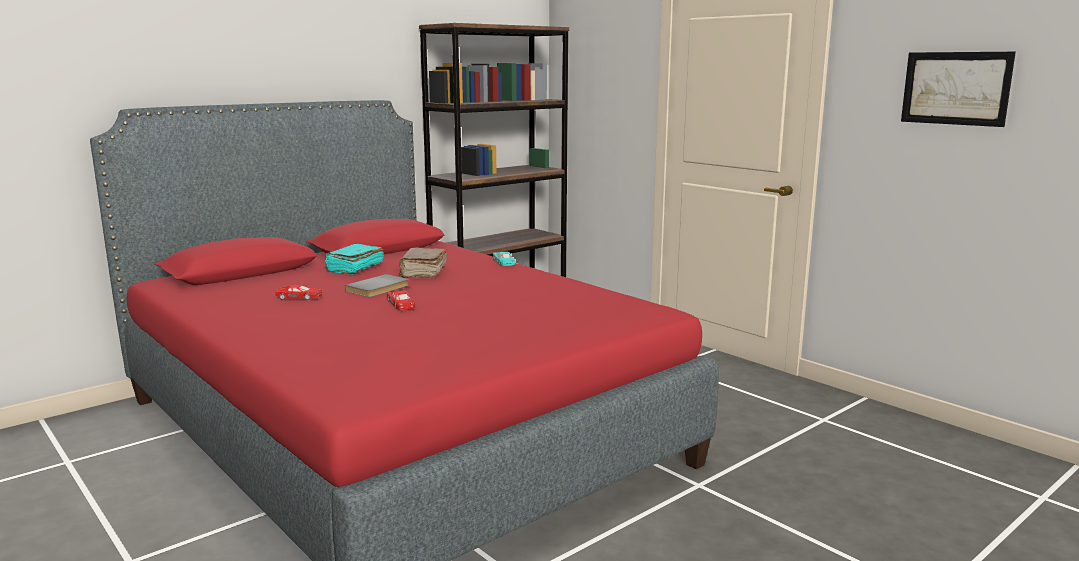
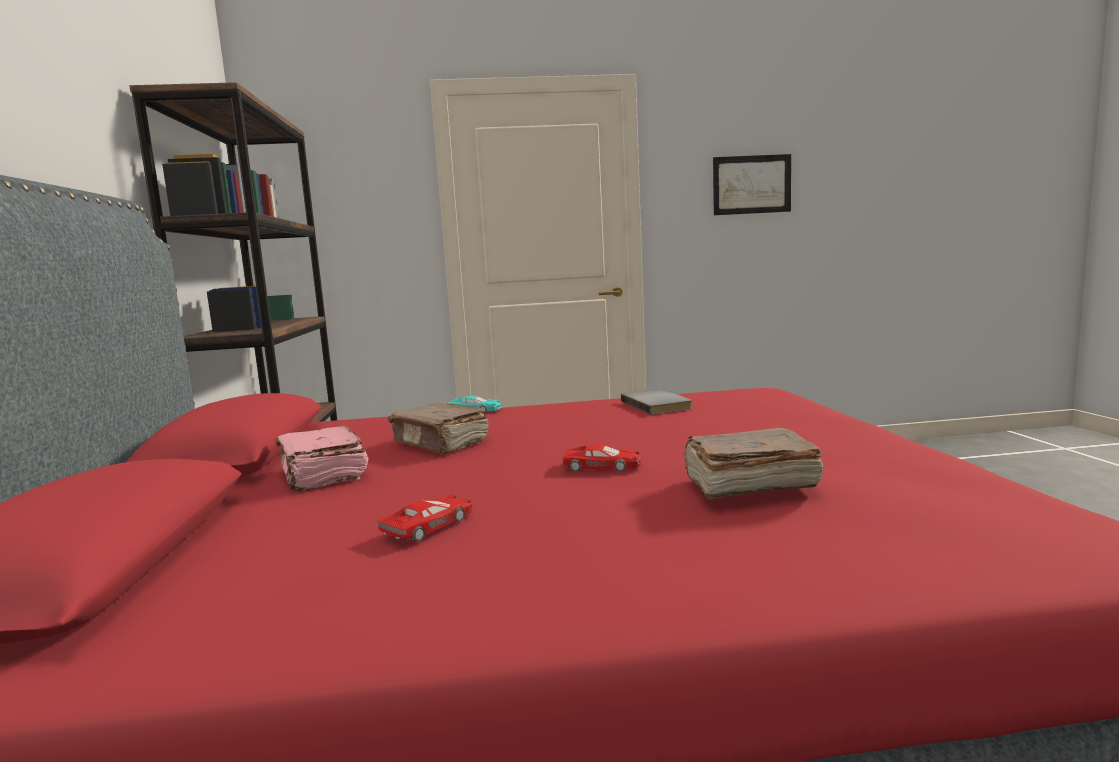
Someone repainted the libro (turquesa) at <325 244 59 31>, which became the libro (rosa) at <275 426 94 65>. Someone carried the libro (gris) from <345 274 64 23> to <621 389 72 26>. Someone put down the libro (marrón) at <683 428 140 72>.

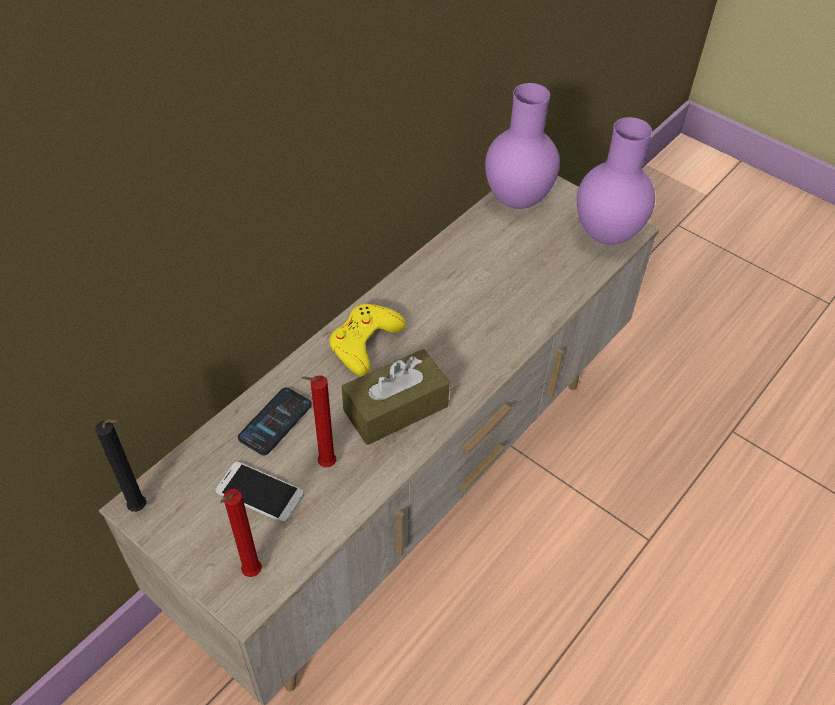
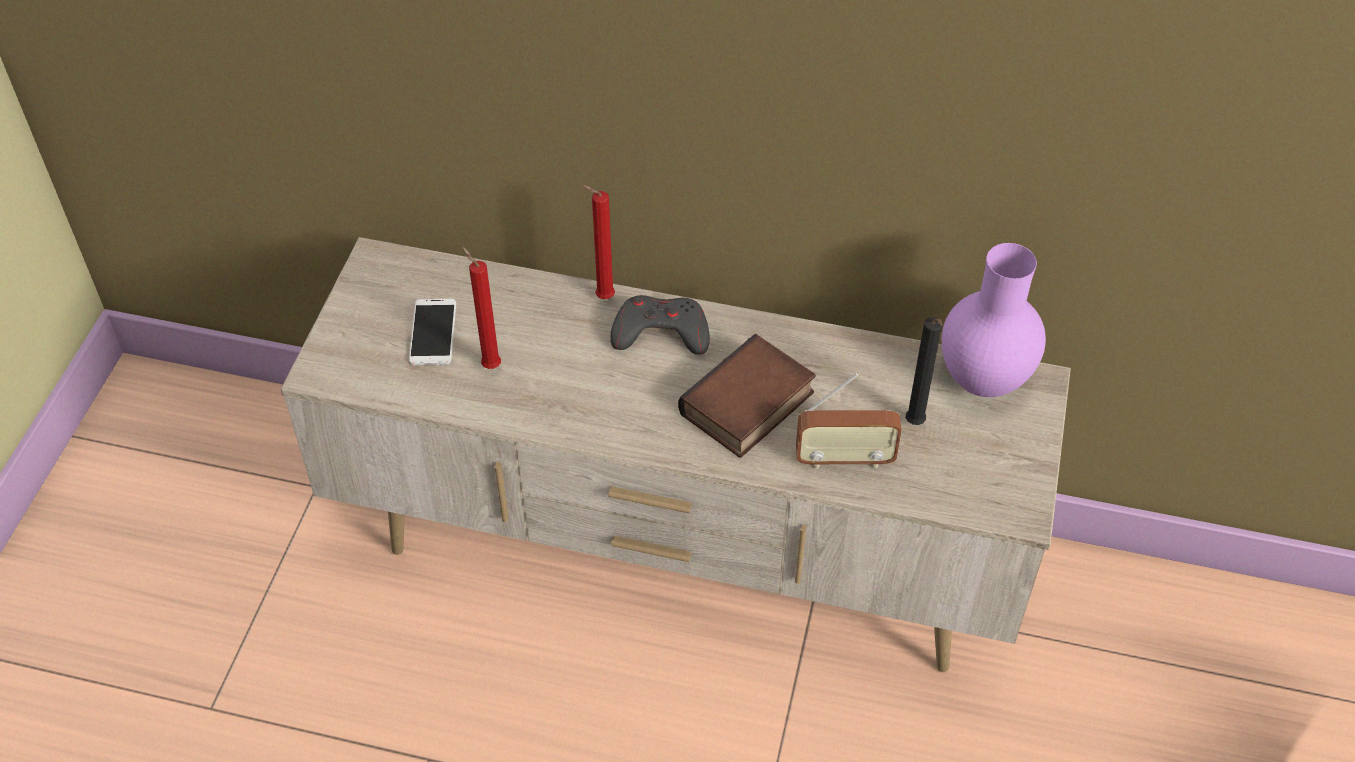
Someone took away the florero (morado) at <577 117 78 128>. Someone repainted the mando de consola (amarillo) at <329 304 77 72>, which became the mando de consola (gris) at <610 295 100 60>. Someone took away the caja de pañuelos (marrón) at <342 349 108 96>. Someone took away the móvil at <238 387 74 68>. Someone carried the vela (negro) from <95 419 52 93> to <906 317 36 108>. Someone carried the vela (rojo) from <220 488 42 89> to <582 185 33 114>. Someone put down the libro at <678 334 138 124>. Someone put down the radio at <796 373 106 97>.

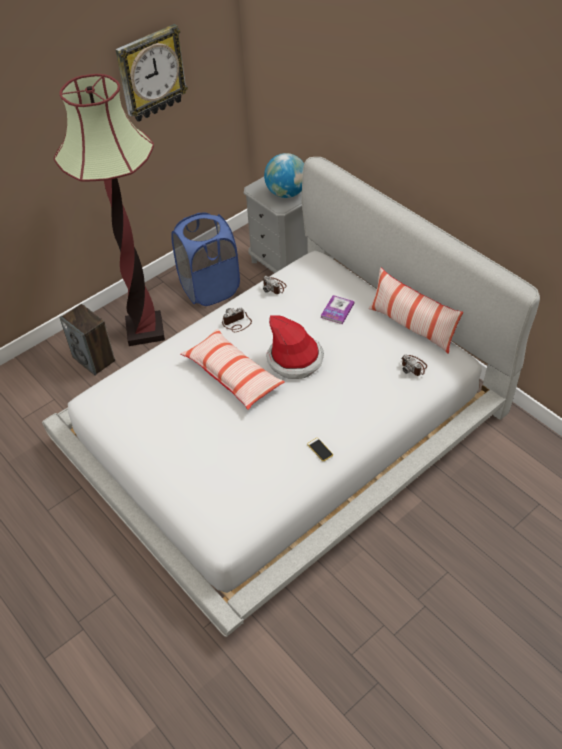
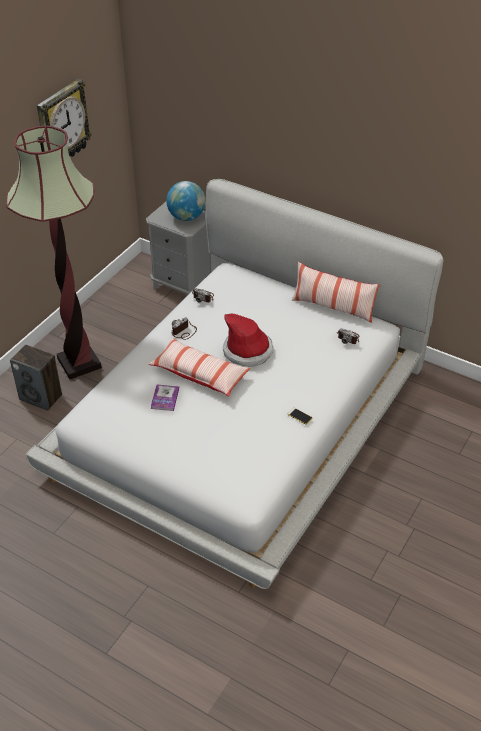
Someone took away the cesto de la ropa (azul) at <171 213 69 93>. Someone carried the libro from <321 295 33 29> to <150 384 29 27>.

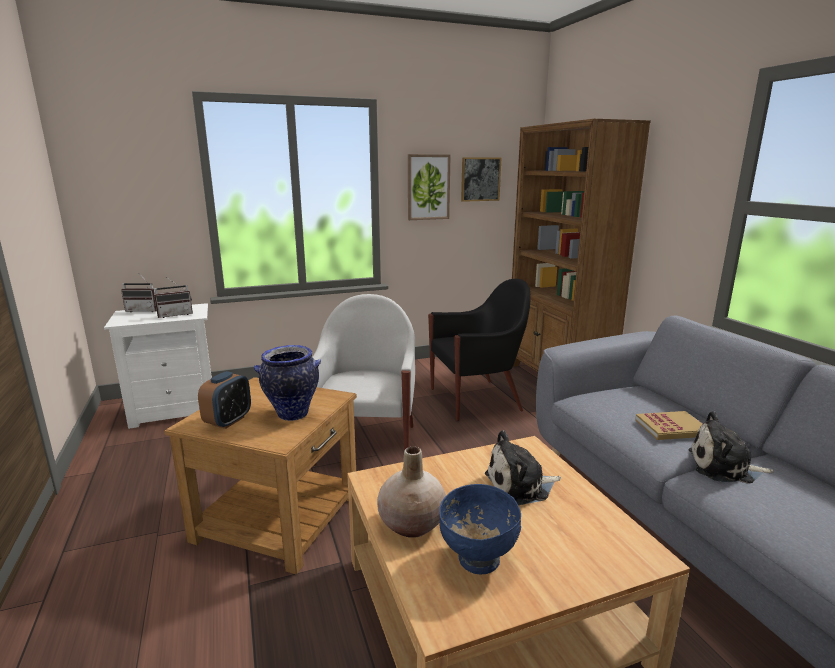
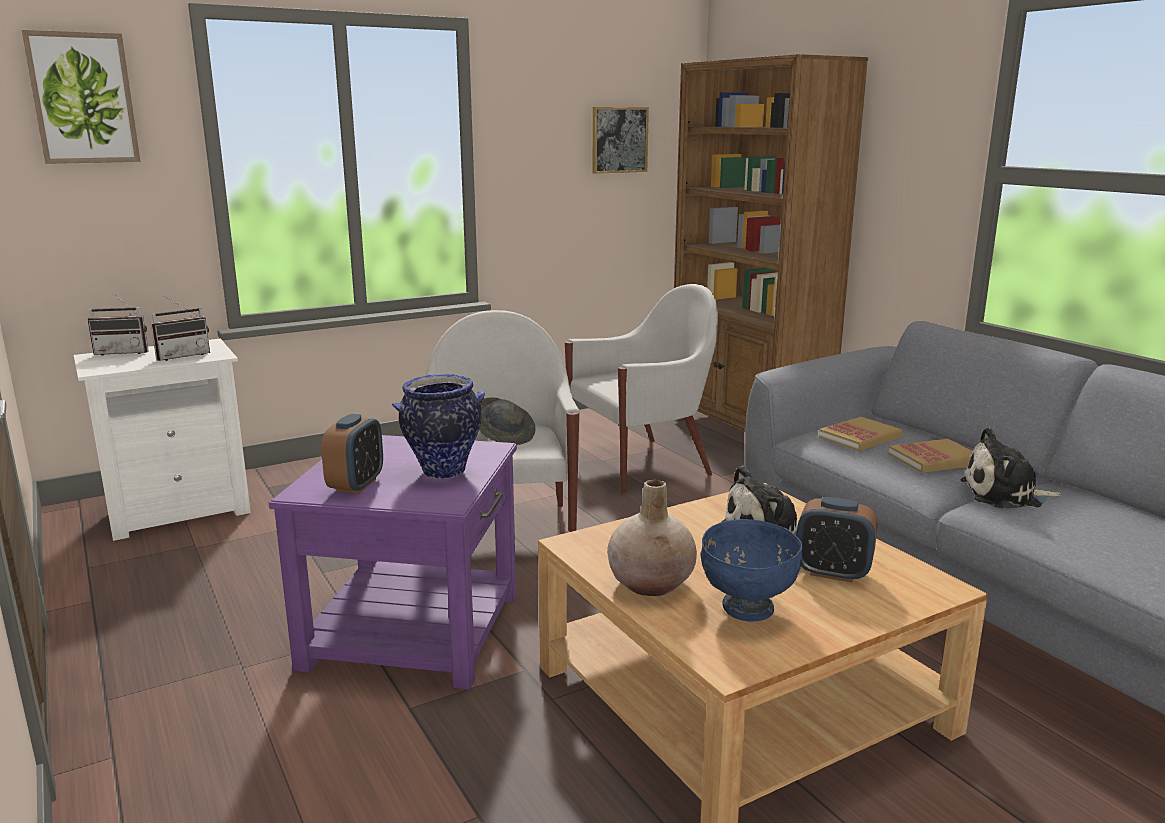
Someone carried the cuadro from <408 154 43 66> to <22 30 119 134>. Someone repainted the sillón (negro) at <428 279 103 142>, which became the sillón (blanco) at <565 284 153 210>. Someone repainted the mesa auxiliar (marrón) at <164 377 193 198>, which became the mesa auxiliar (morado) at <269 435 248 255>. Someone put down the sombrero (gris) at <479 397 56 48>. Someone put down the libro at <819 417 83 34>. Someone put down the despertador at <797 497 81 86>.

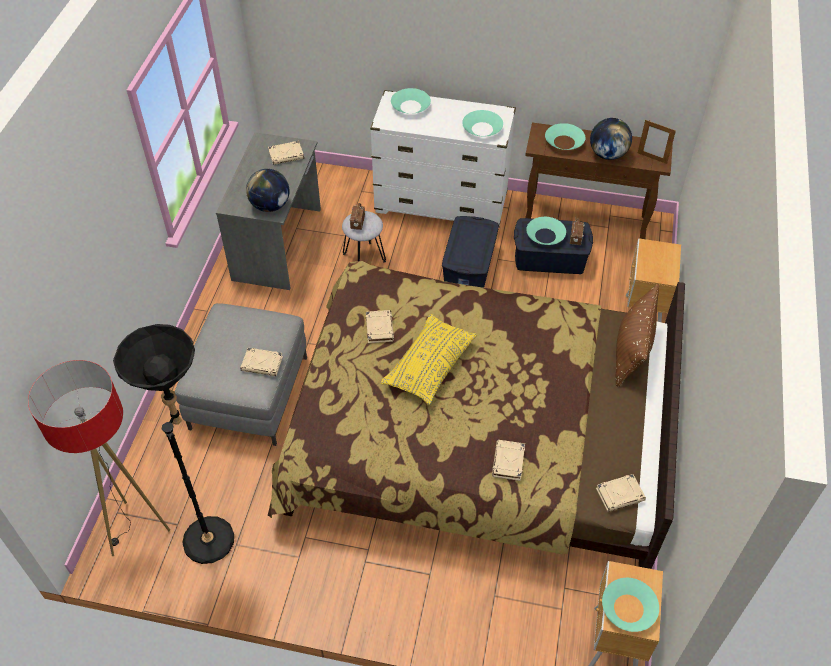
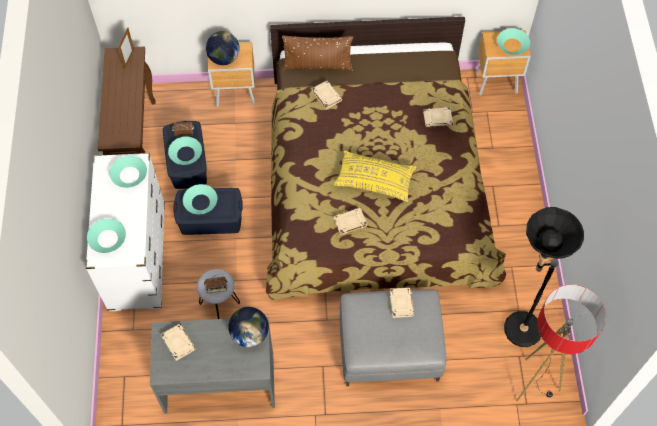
Someone carried the globo terráqueo from <590 118 42 42> to <206 31 34 34>. Someone carried the cuenco (turquesa) from <545 123 41 27> to <183 184 34 30>. Someone carried the libro (beis) from <596 474 50 38> to <312 81 30 28>.

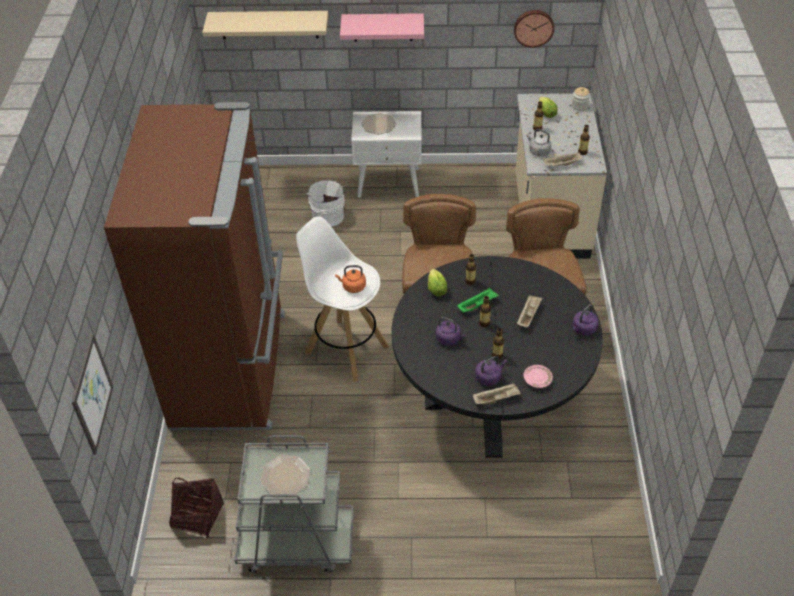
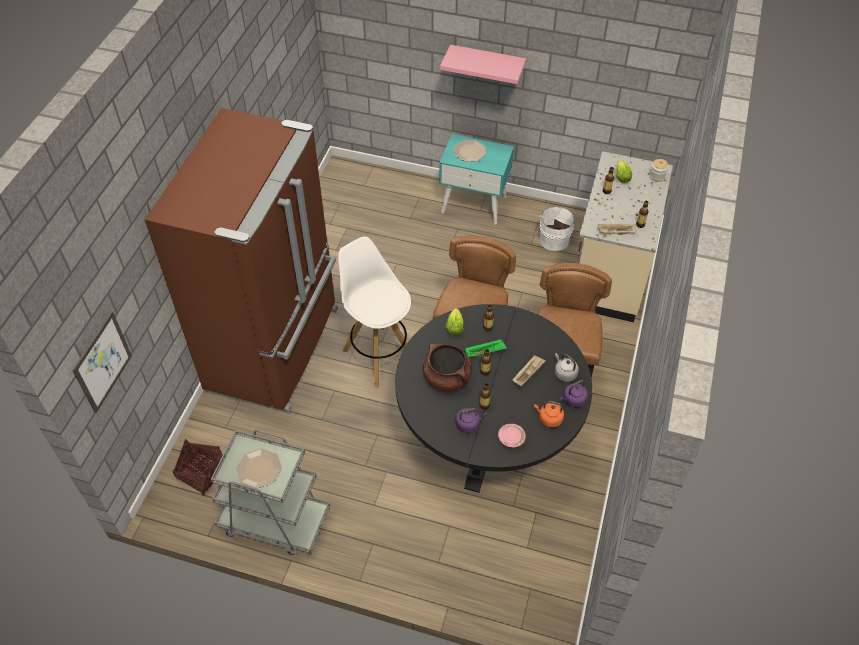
Someone took away the reloj de pared at <514 10 40 38>. Someone took away the estante (beis) at <202 11 126 28>. Someone repainted the mesita de noche (blanco) at <351 111 71 87>, which became the mesita de noche (turquesa) at <439 134 75 91>. Someone carried the hervidor (gris) from <527 129 24 27> to <555 353 24 29>. Someone carried the cubo (blanco) from <307 180 38 47> to <540 207 36 44>. Someone carried the hervidor (naranja) from <335 265 31 28> to <534 401 30 27>. Someone swapped the hervidor (morado) at <436 317 30 28> for the olla (marrón) at <423 344 49 48>. Someone took away the bandeja (beis) at <473 383 48 22>.

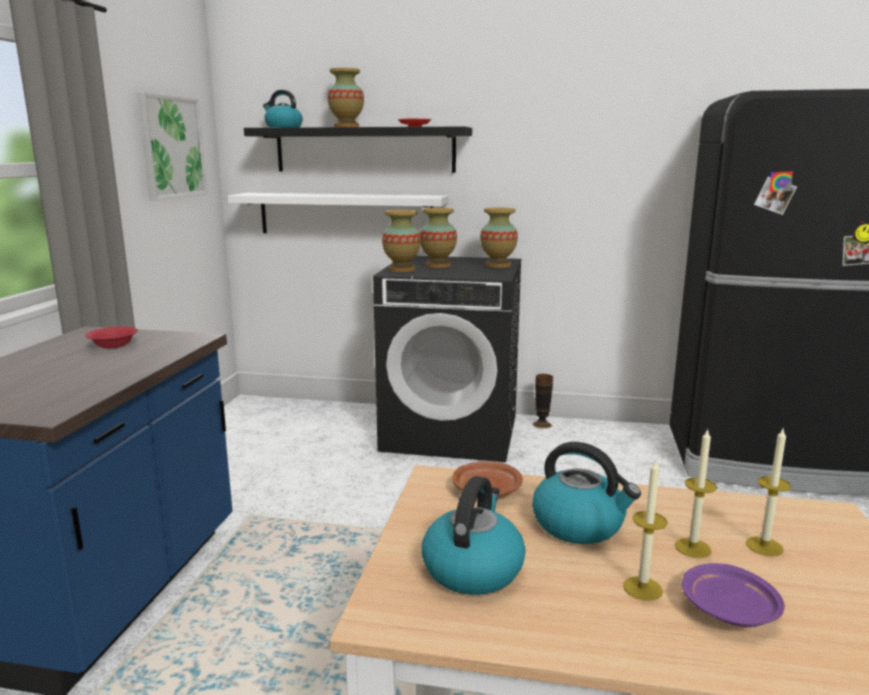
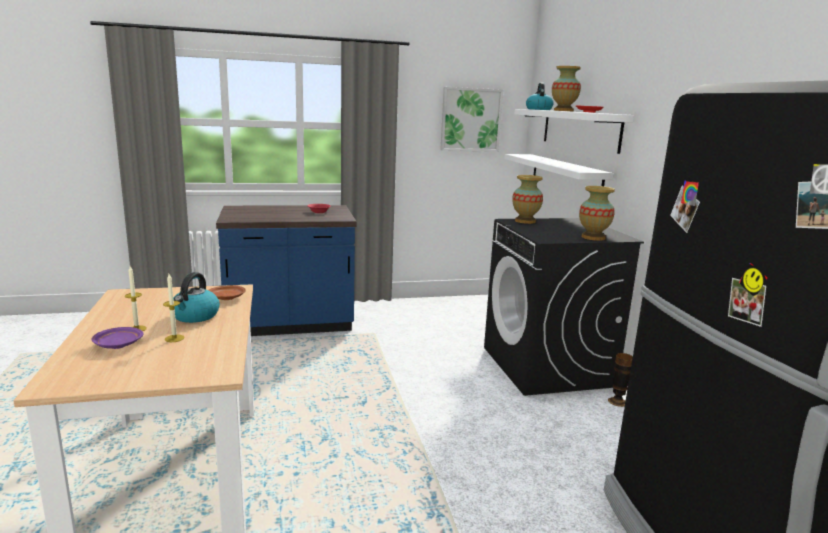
Someone repainted the estante (negro) at <244 127 228 46>, which became the estante (blanco) at <514 109 120 45>. Someone took away the florero at <420 208 37 60>. Someone took away the vela at <746 427 45 130>. Someone took away the hervidor at <422 476 104 119>.

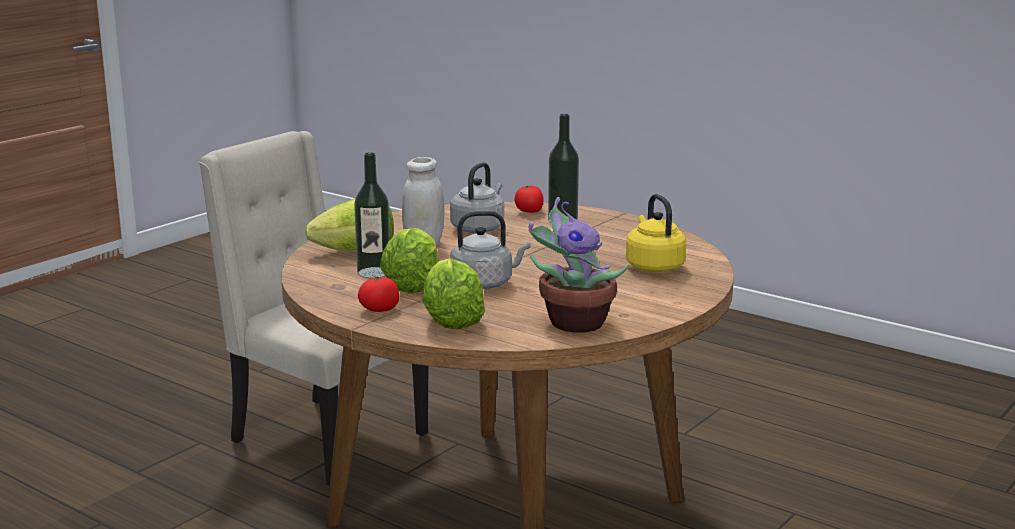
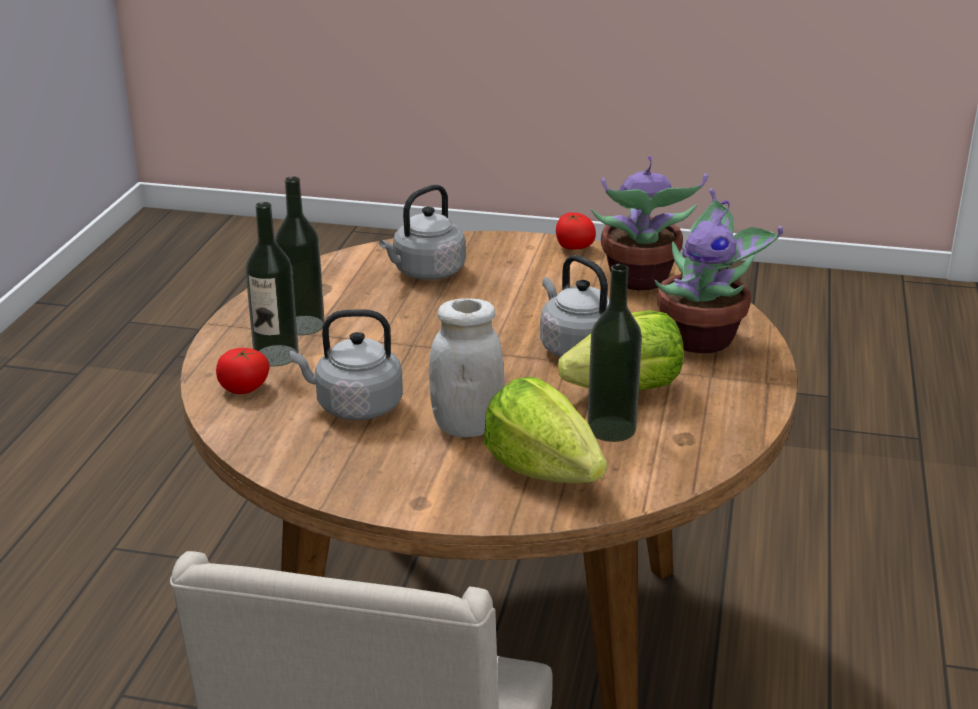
Someone repainted the hervidor (amarillo) at <626 194 60 78>, which became the hervidor (gris) at <379 185 86 95>. Someone swapped the lechuga at <422 259 63 71> for the planta en maceta at <654 188 129 165>. Someone carried the tomate from <358 276 41 36> to <556 213 40 36>. Someone put down the botella at <275 176 50 159>.

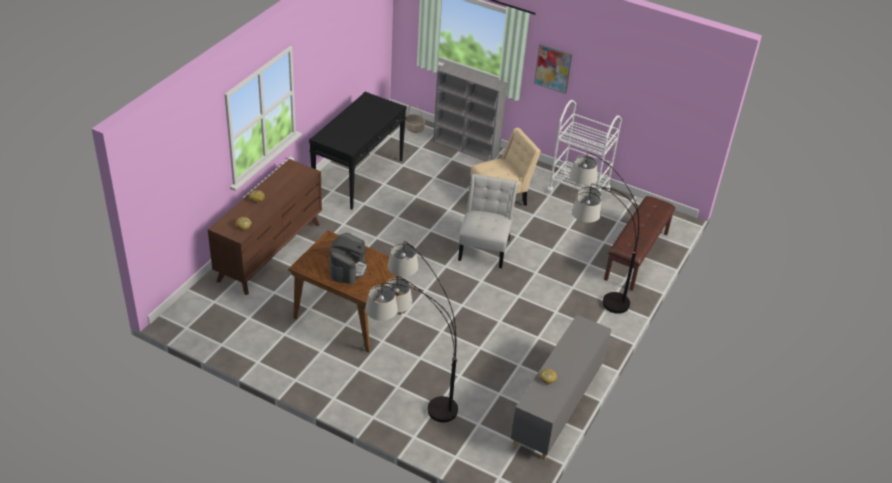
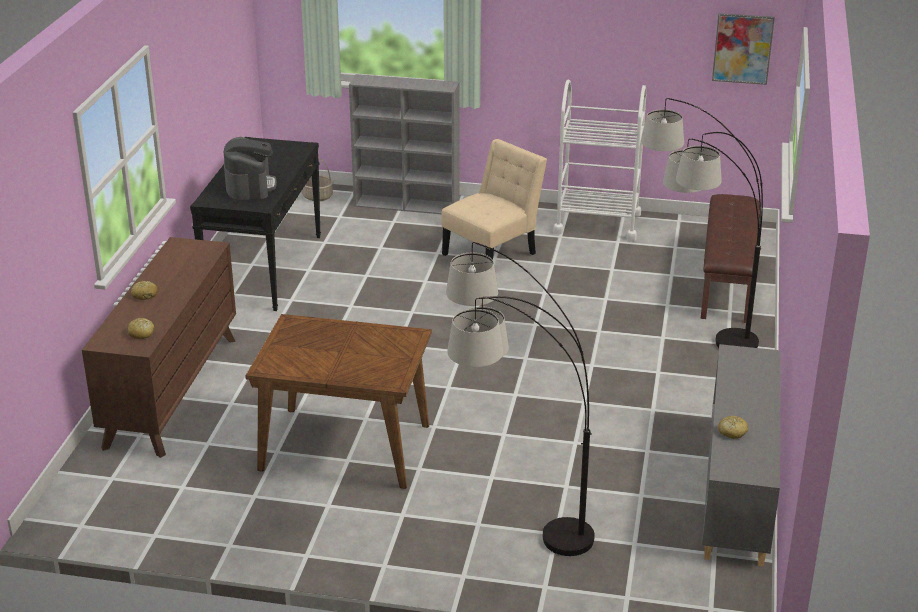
Someone carried the cuadro from <534 44 38 50> to <712 13 63 72>. Someone took away the silla (blanco) at <458 174 60 94>. Someone carried the cafetera from <330 233 37 51> to <224 137 53 63>.

